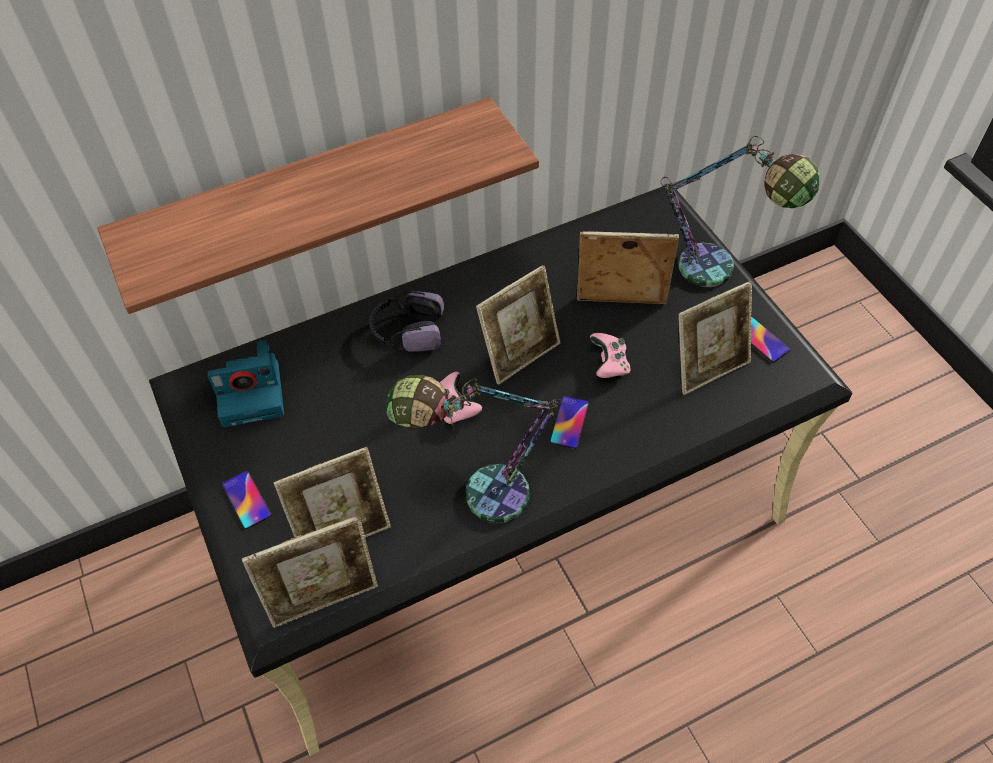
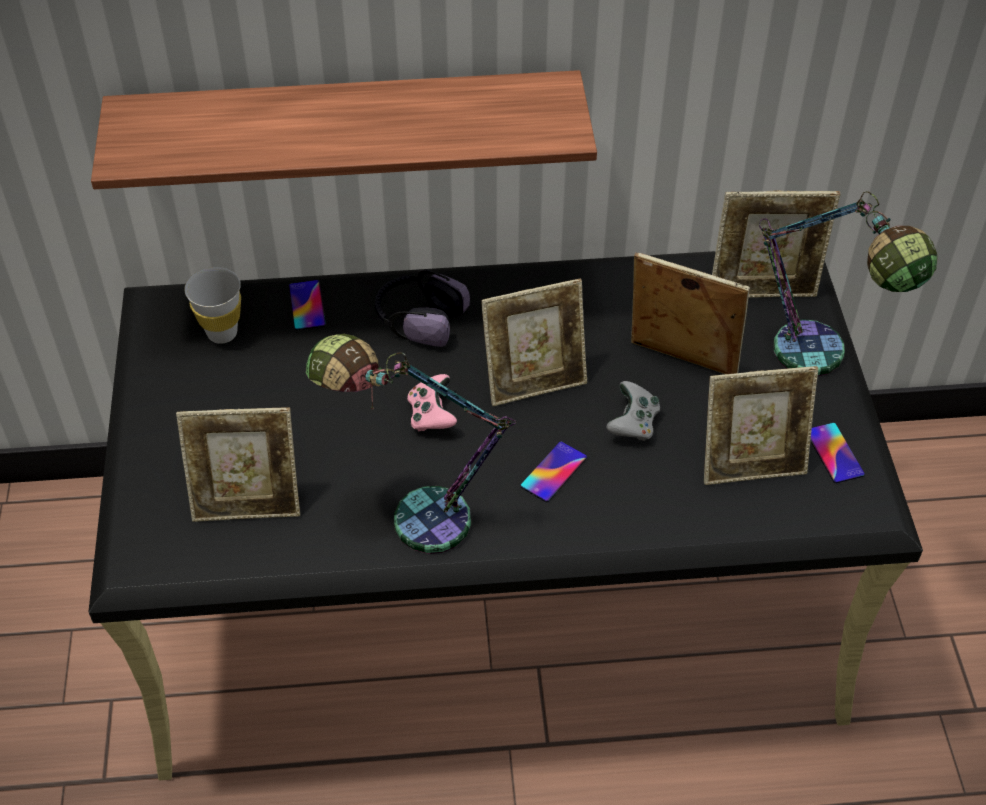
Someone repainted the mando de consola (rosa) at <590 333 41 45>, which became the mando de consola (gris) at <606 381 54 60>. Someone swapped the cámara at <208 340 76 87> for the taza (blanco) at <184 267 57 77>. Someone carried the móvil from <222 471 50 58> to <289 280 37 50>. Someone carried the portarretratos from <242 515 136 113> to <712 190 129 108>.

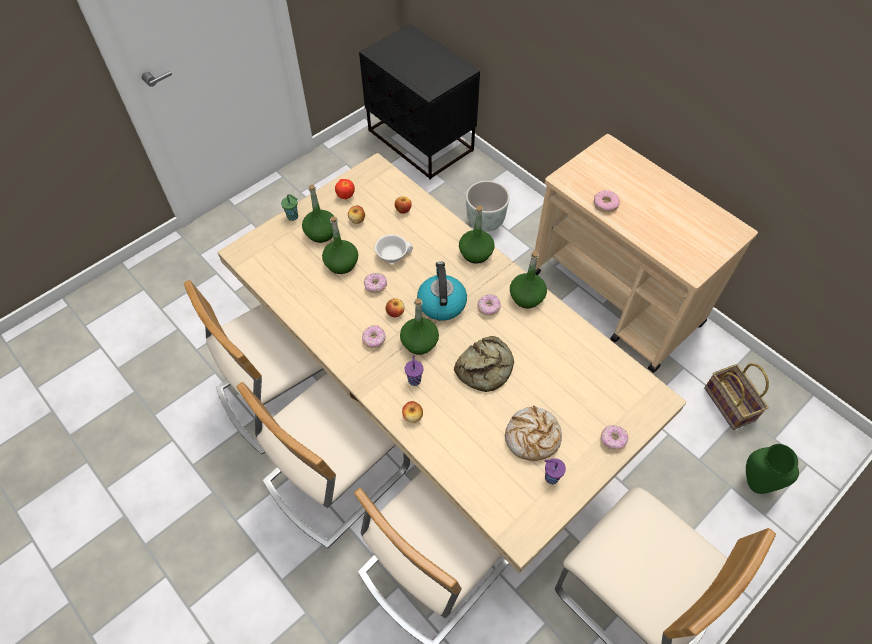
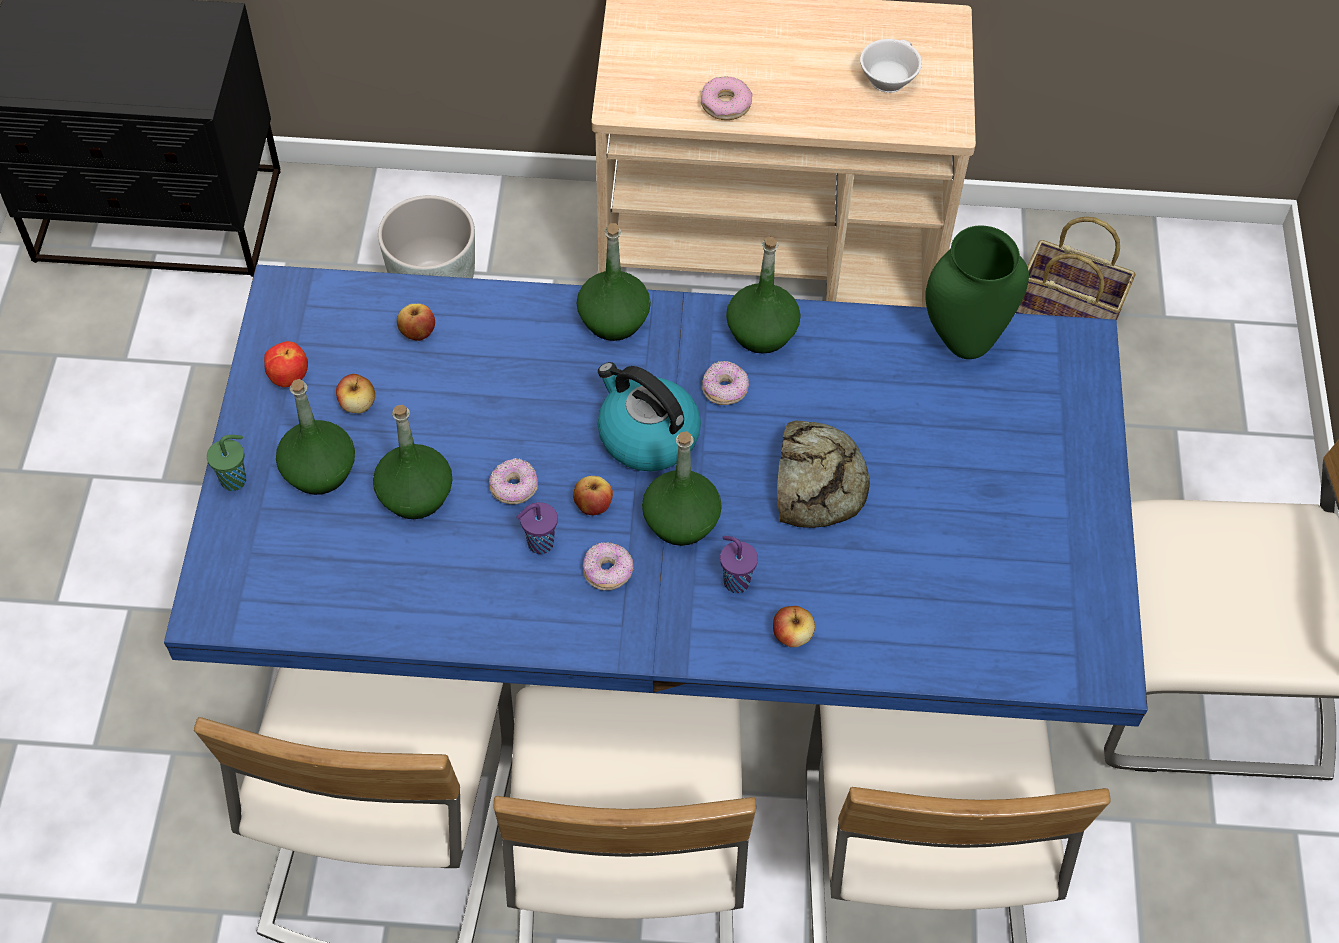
Someone repainted the mesa de comedor (beis) at <217 152 470 421>, which became the mesa de comedor (azul) at <164 264 984 463>. Someone carried the taza (blanco) from <375 235 38 28> to <860 39 62 54>. Someone took away the pan at <505 405 57 56>. Someone took away the rosquilla at <601 425 27 25>. Someone carried the florero (verde) from <746 444 53 50> to <925 225 104 134>. Someone carried the taza (morado) from <545 458 21 26> to <516 502 42 52>.

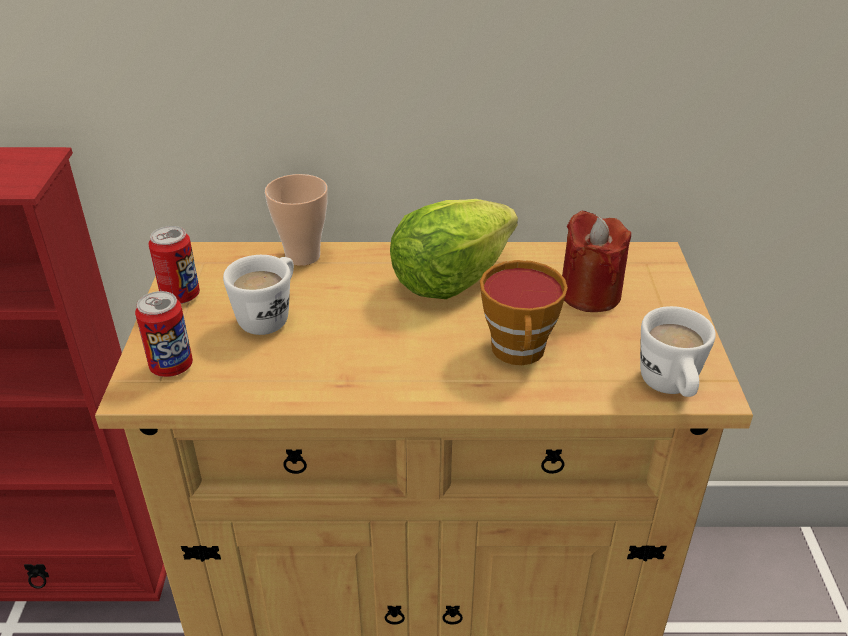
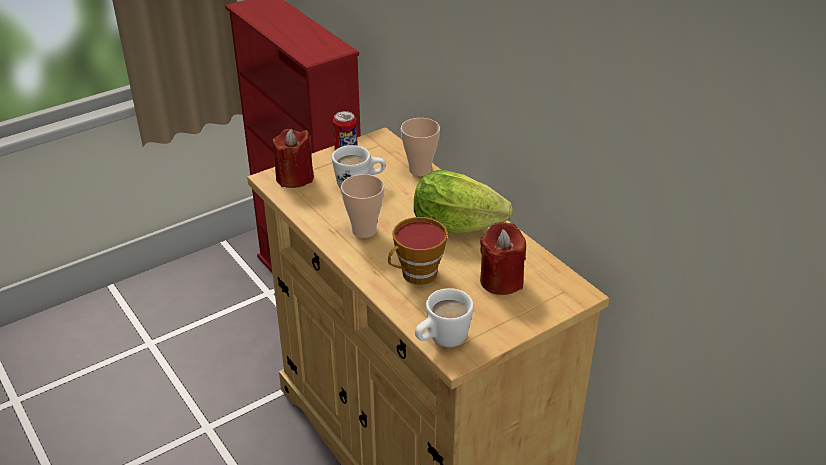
Someone swapped the lata at <135 291 58 86> for the vela (rojo) at <273 129 41 59>. Someone put down the taza at <341 174 43 64>.

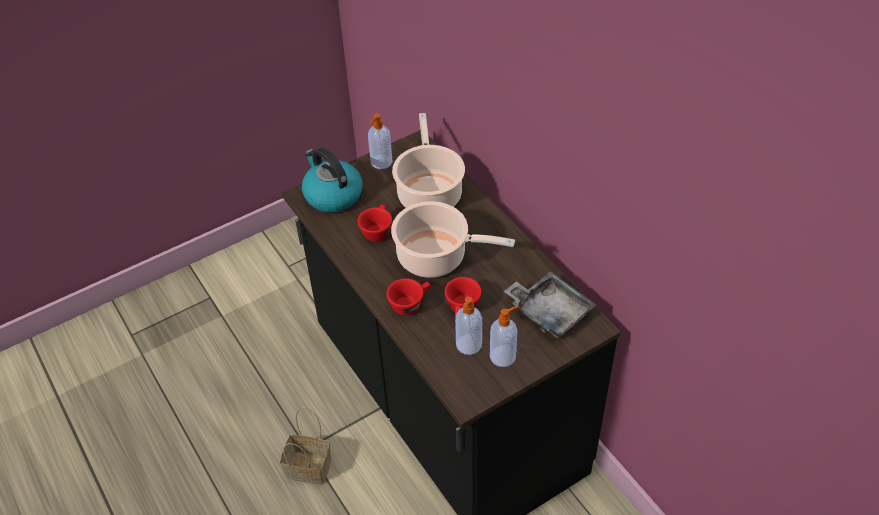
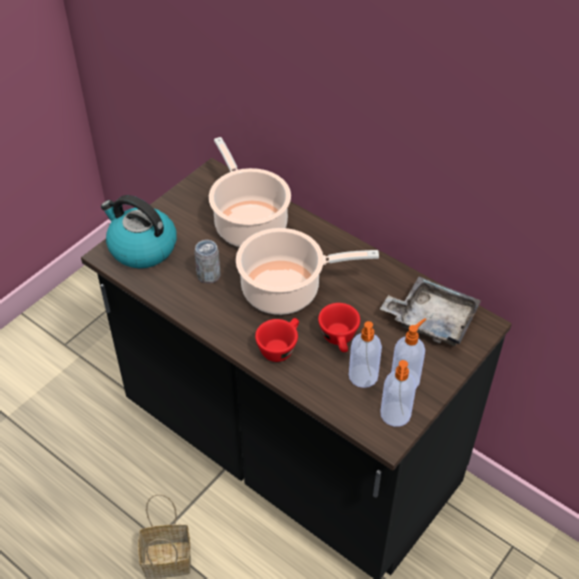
Someone carried the dispensador de jabón from <368 113 25 56> to <380 360 36 67>. Someone swapped the taza (rojo) at <358 204 34 38> for the lata at <194 240 27 43>.

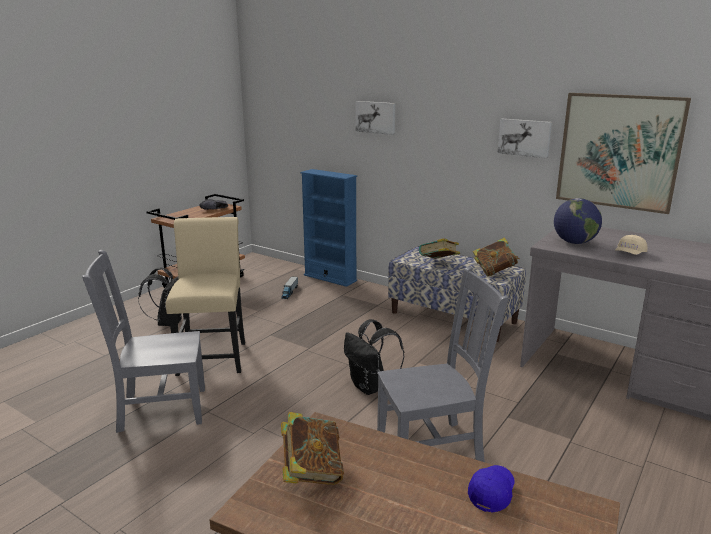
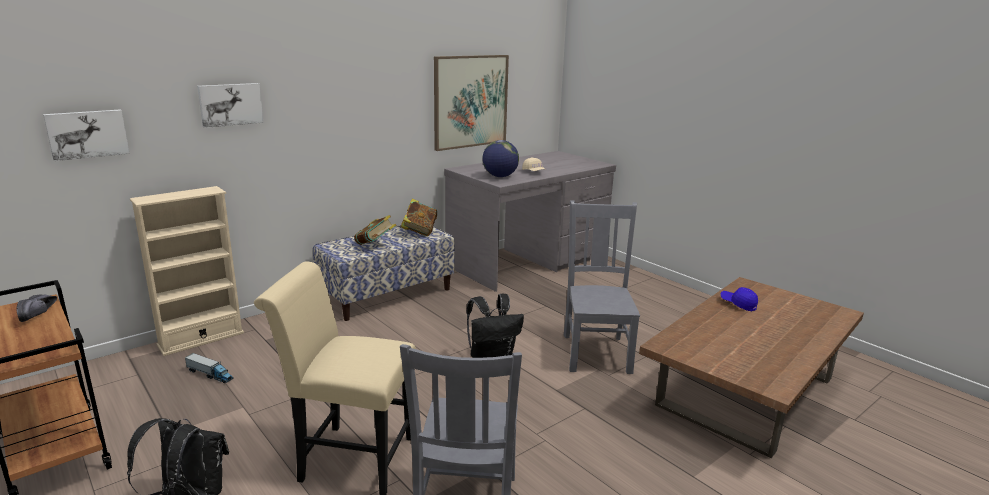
Someone carried the cuadro from <498 119 54 39> to <43 110 86 51>. Someone repainted the estantería (azul) at <300 169 57 118>, which became the estantería (beis) at <130 186 114 170>. Someone took away the libro at <281 412 63 73>.

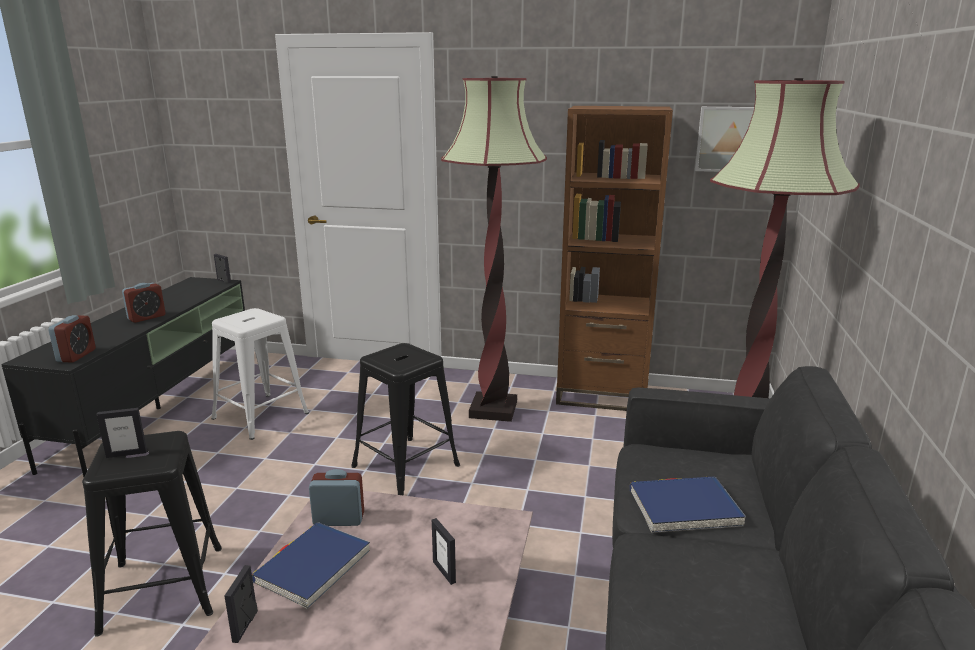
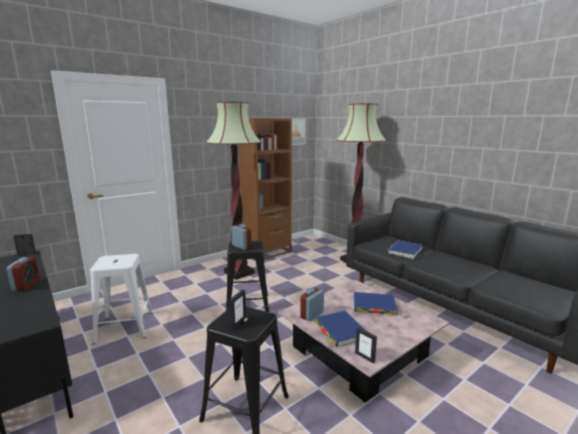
Someone carried the despertador from <48 315 48 47> to <231 224 21 26>. Someone swapped the portarretratos at <432 518 24 67> for the libro (azul) at <353 292 45 23>.

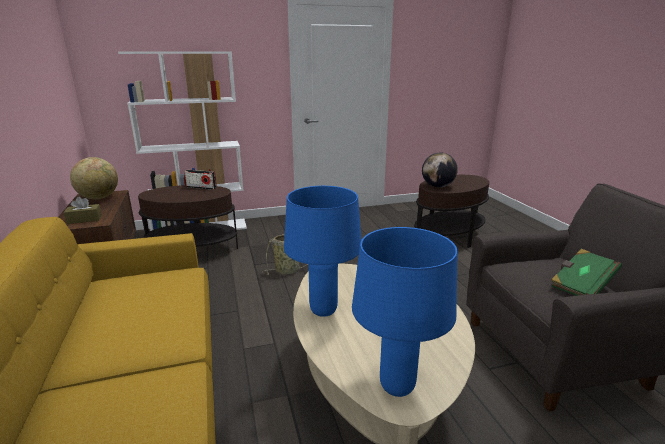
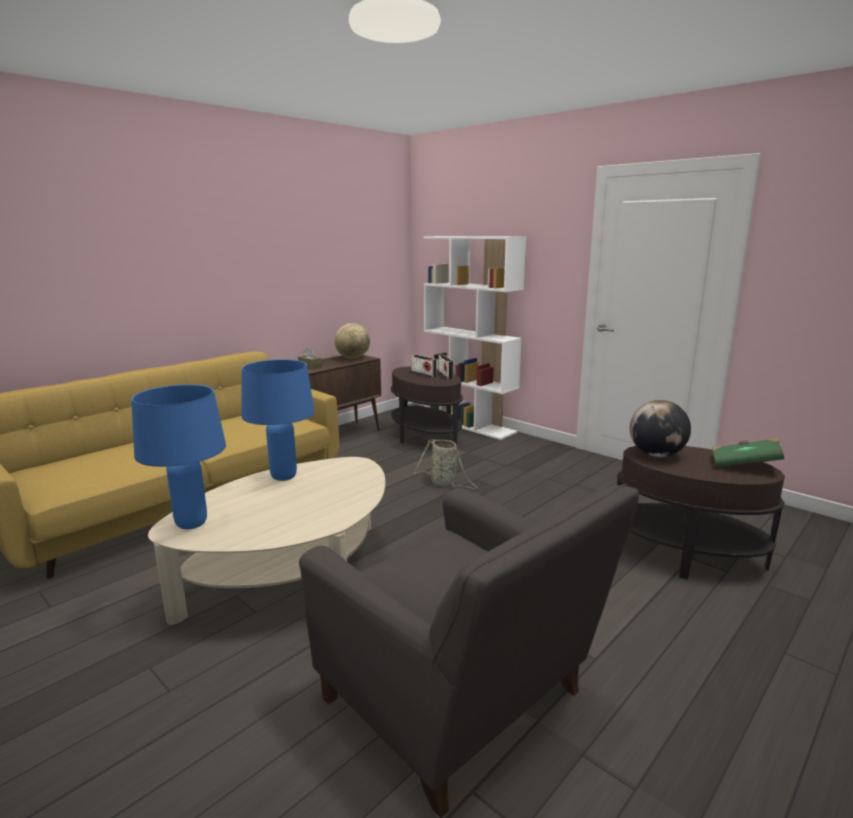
Someone carried the libro (verde) from <551 249 71 47> to <712 438 72 30>. Someone put down the radio at <411 355 26 23>.

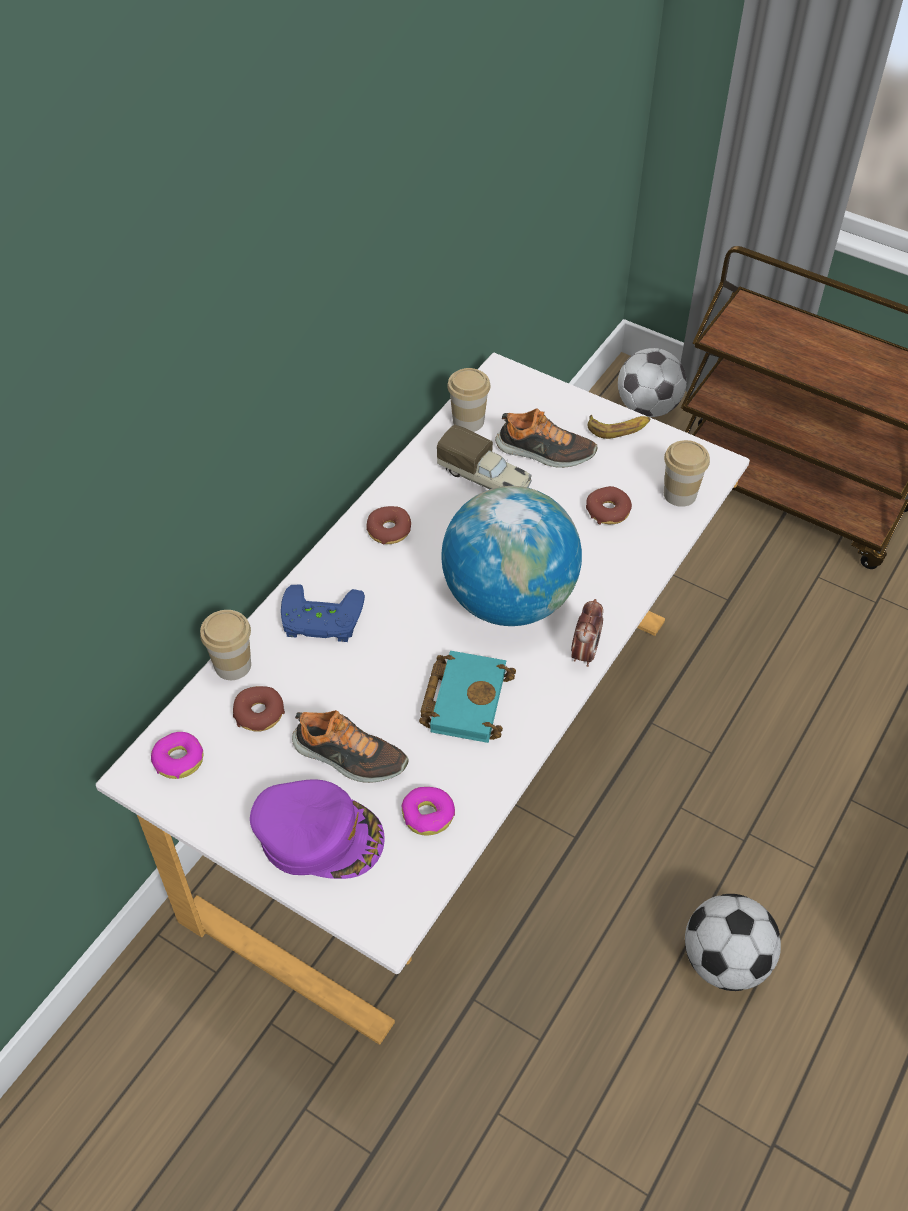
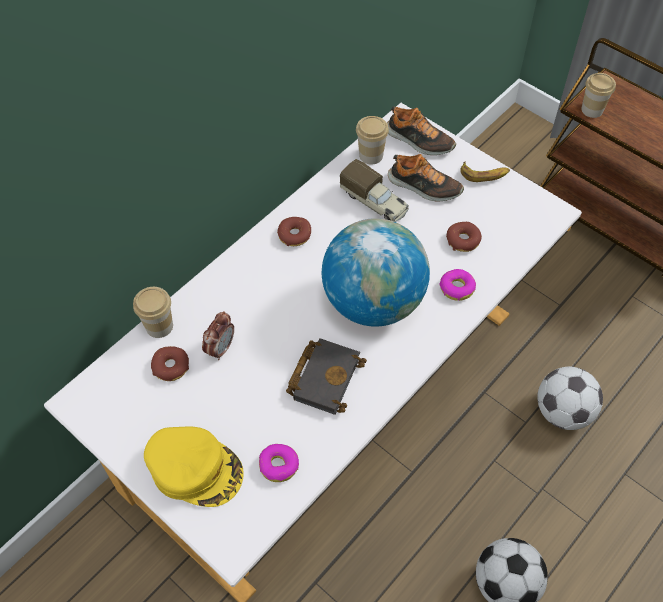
Someone carried the balón de fútbol from <618 348 69 69> to <537 367 66 63>. Someone carried the taza from <664 440 46 67> to <581 73 35 45>. Someone took away the mando de consola (azul) at <281 585 84 57>. Someone carried the despertador from <571 599 32 68> to <202 311 32 49>. Someone repainted the libro (turquesa) at <419 651 97 92>, which became the libro (negro) at <286 338 81 77>. Someone carried the zapato from <292 710 117 73> to <387 106 69 49>. Someone carried the rosquilla from <151 732 52 47> to <439 269 37 32>. Someone repainted the gorra (morado) at <250 780 135 99>, which became the gorra (amarillo) at <144 427 100 80>.

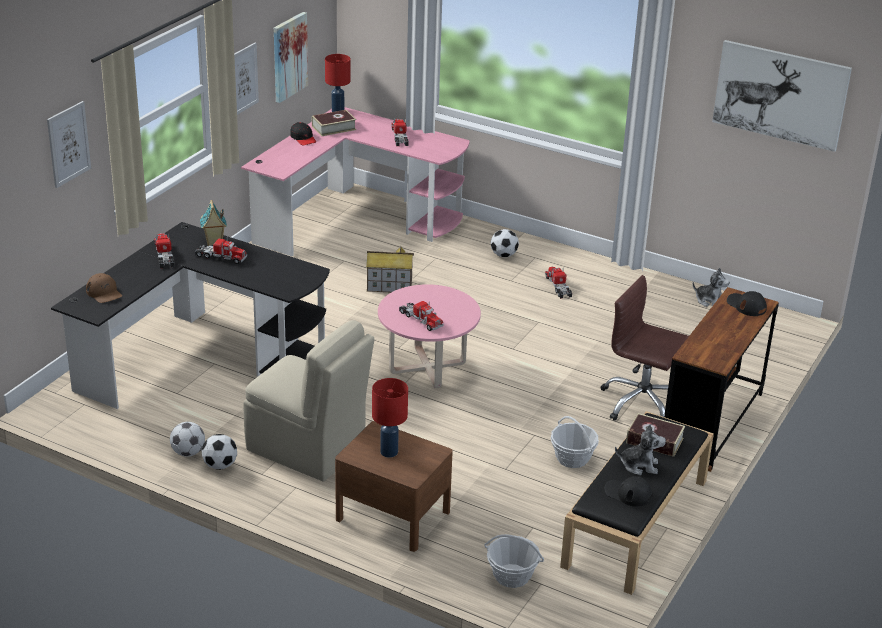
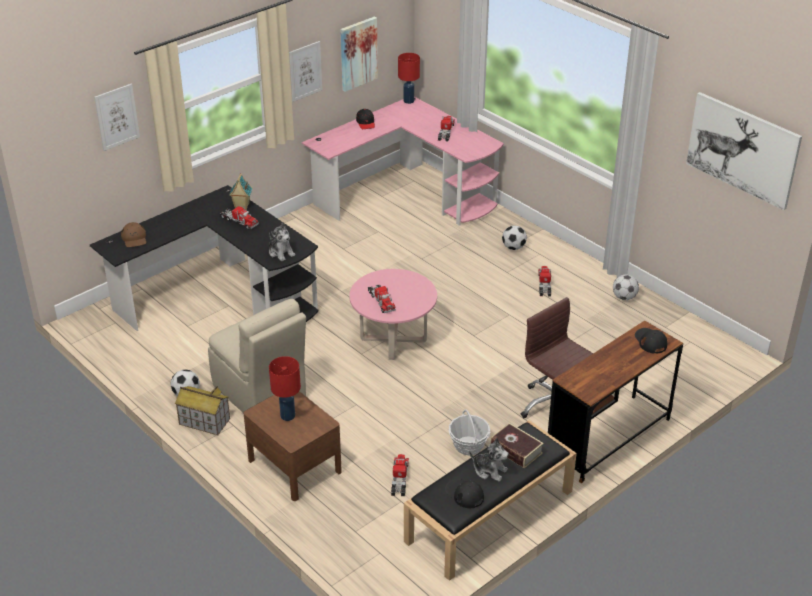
Someone took away the libro at <312 110 44 26>. Someone carried the camión de juguete from <154 233 20 35> to <391 454 18 42>. Someone carried the casita from <366 246 48 46> to <175 386 55 49>. Someone carried the peluche from <693 267 37 40> to <269 223 26 38>. Someone carried the balón de fútbol from <170 422 35 35> to <613 274 26 26>. Someone took away the cesta at <484 534 60 54>.

